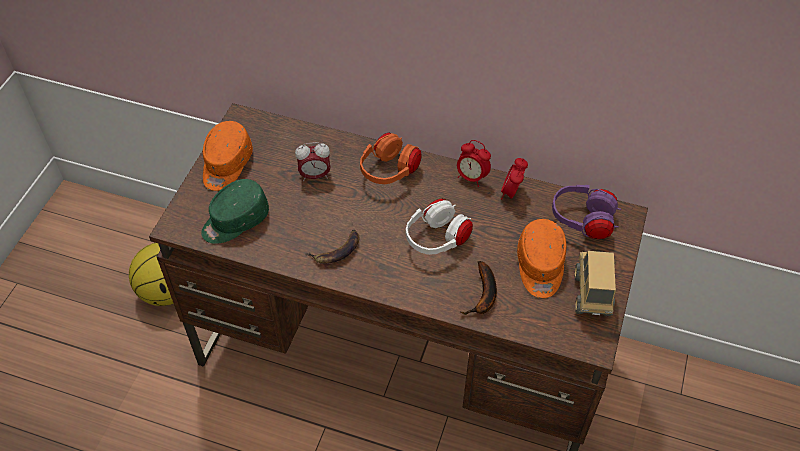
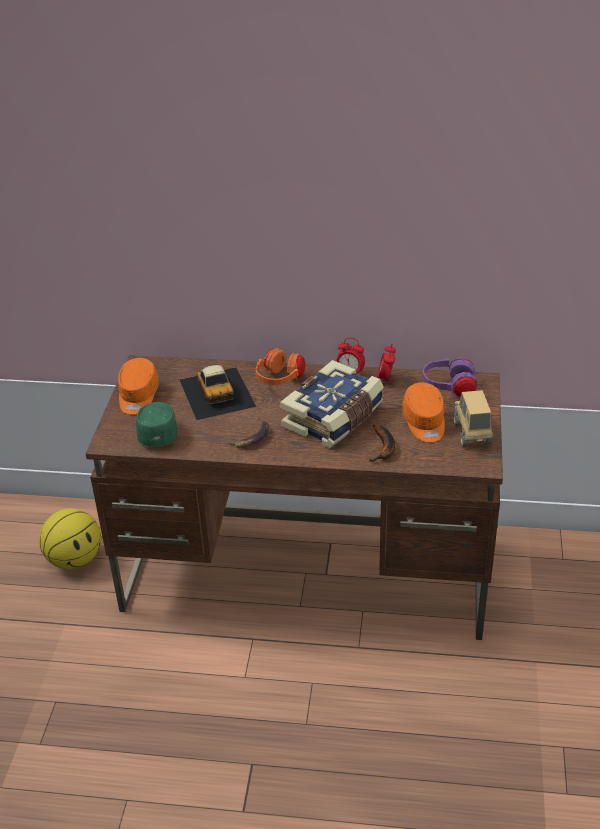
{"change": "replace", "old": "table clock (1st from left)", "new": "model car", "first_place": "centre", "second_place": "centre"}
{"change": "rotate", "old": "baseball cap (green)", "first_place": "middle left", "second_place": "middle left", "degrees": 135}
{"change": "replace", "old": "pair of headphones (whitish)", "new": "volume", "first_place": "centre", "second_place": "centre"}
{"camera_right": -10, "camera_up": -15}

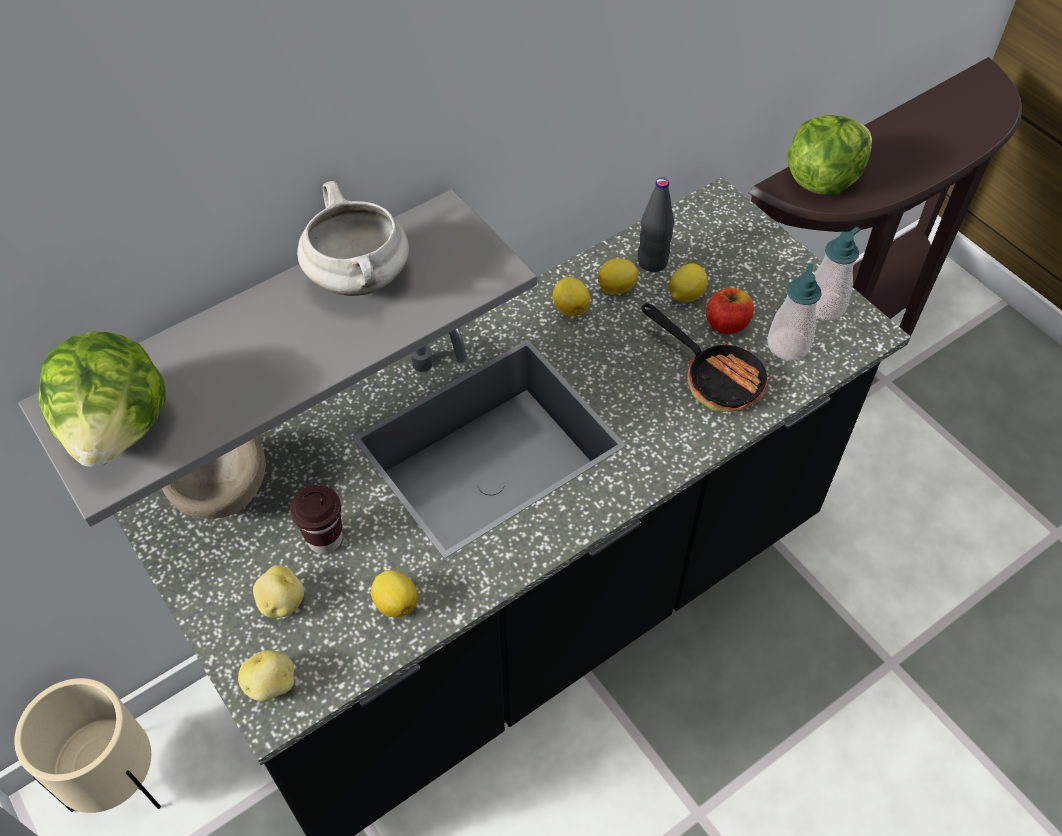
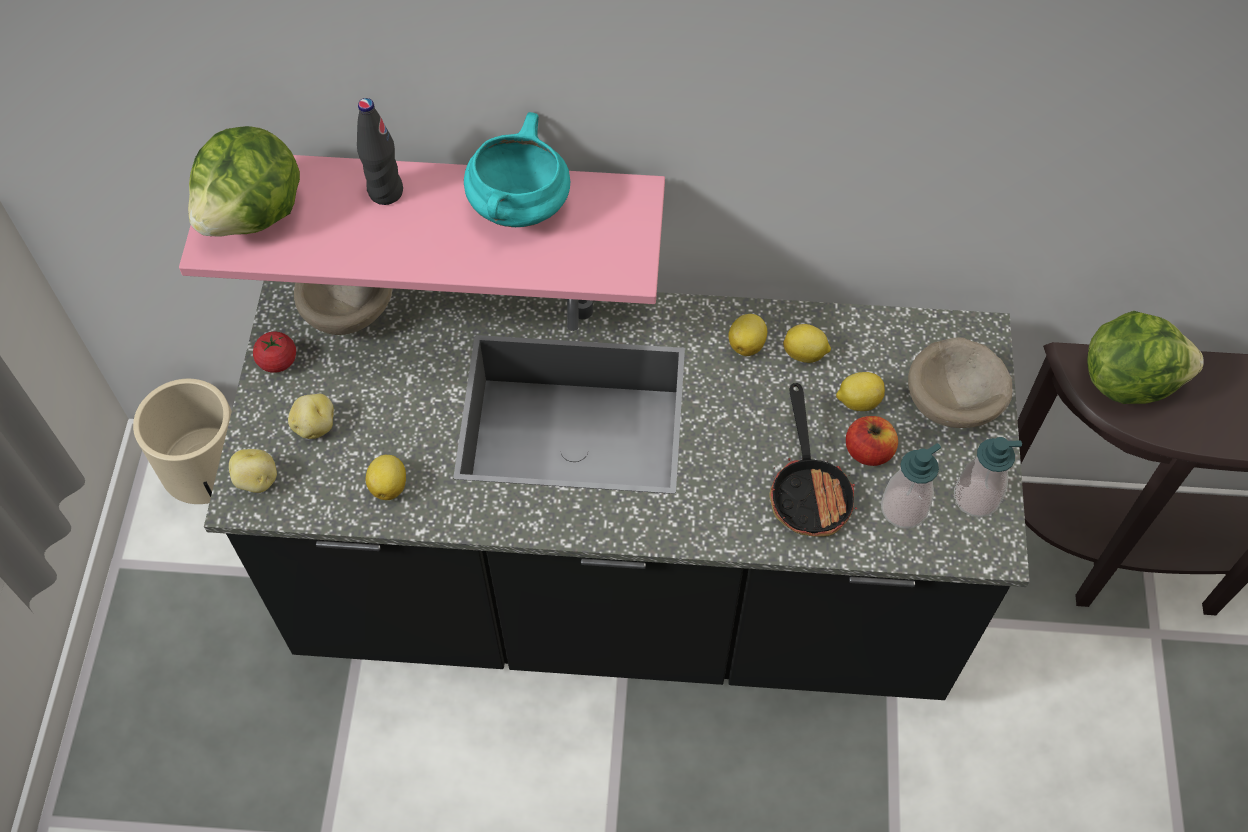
{"change": "move", "old": "bottle (black)", "first_place": "top centre", "second_place": "top left"}
{"change": "recolor", "old": "saucepot (whitish)", "new": "saucepot (blue-green)", "first_place": "top left", "second_place": "top centre"}
{"change": "recolor", "old": "bracket shelf (gray)", "new": "bracket shelf (pink-coloured)", "first_place": "middle left", "second_place": "top centre"}
{"change": "delete", "old": "drinking cup (brownish)", "first_place": "middle left"}
{"change": "insert", "new": "whole tomato", "second_place": "middle left"}
{"change": "insert", "new": "bowl (beige-coloured) (2nd from left)", "second_place": "middle right"}
{"camera_right": 40, "camera_up": 5}

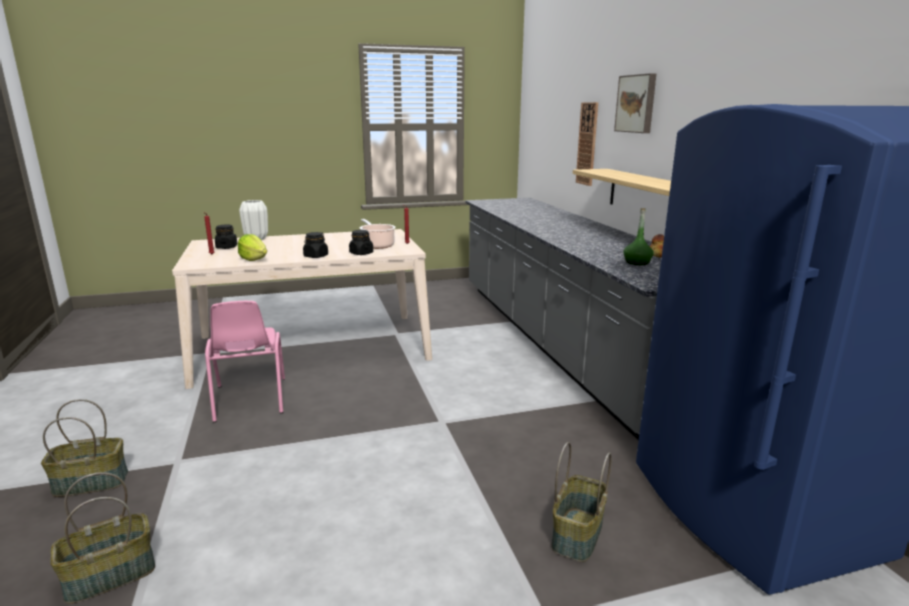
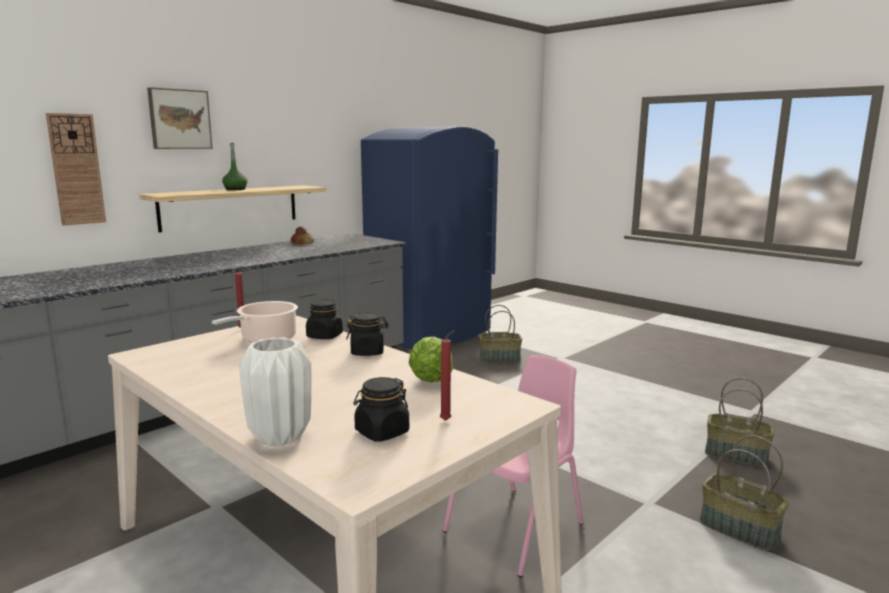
{"change": "move", "old": "bottle (green)", "first_place": "middle right", "second_place": "top left"}
{"camera_right": -120, "camera_up": -5}

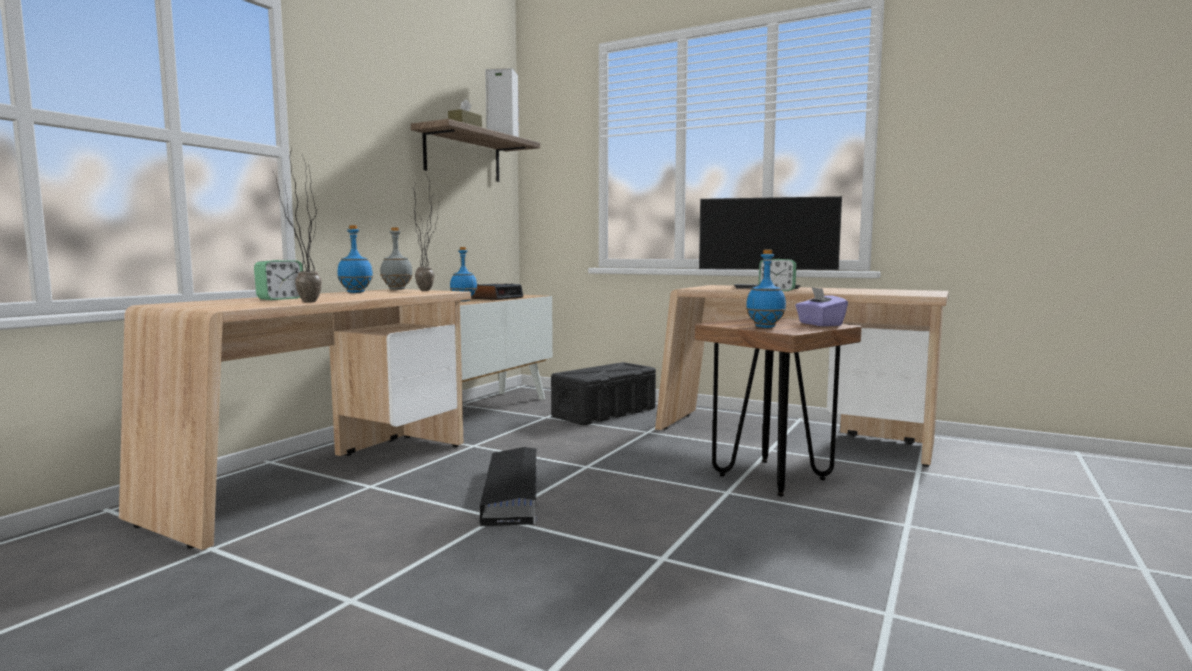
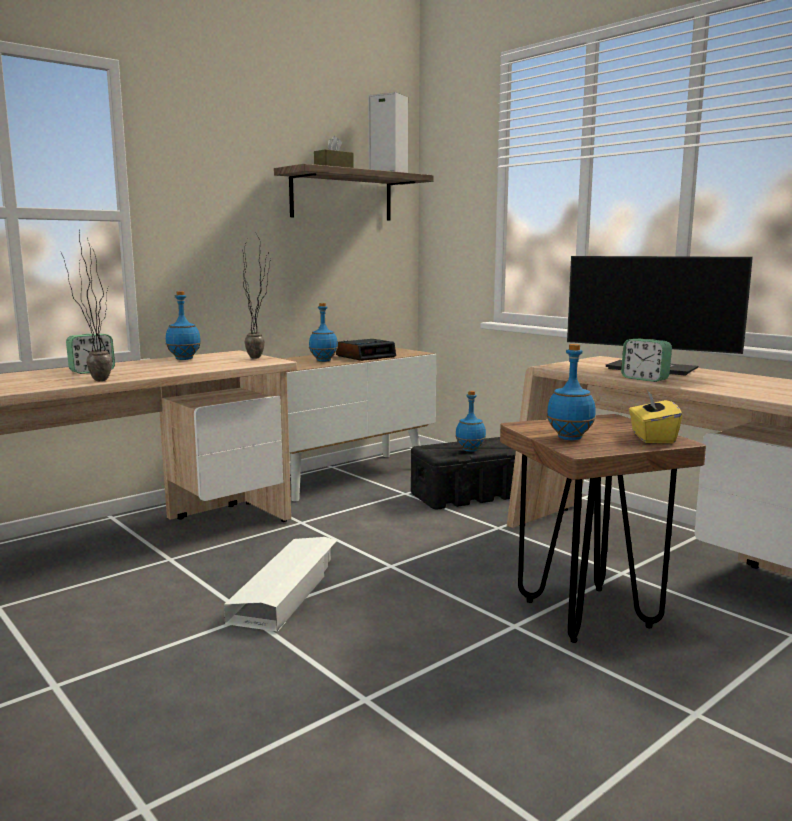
{"change": "delete", "old": "bottle (gray)", "first_place": "middle left"}
{"change": "recolor", "old": "box of tissues (purple-coloured)", "new": "box of tissues (yellow-coloured)", "first_place": "middle right", "second_place": "middle right"}
{"change": "recolor", "old": "storage bin (black) (1st from left)", "new": "storage bin (whitish)", "first_place": "bottom centre", "second_place": "bottom centre"}
{"change": "insert", "new": "bottle (bluish) (3rd from left)", "second_place": "centre"}
{"camera_right": 20, "camera_up": 5}

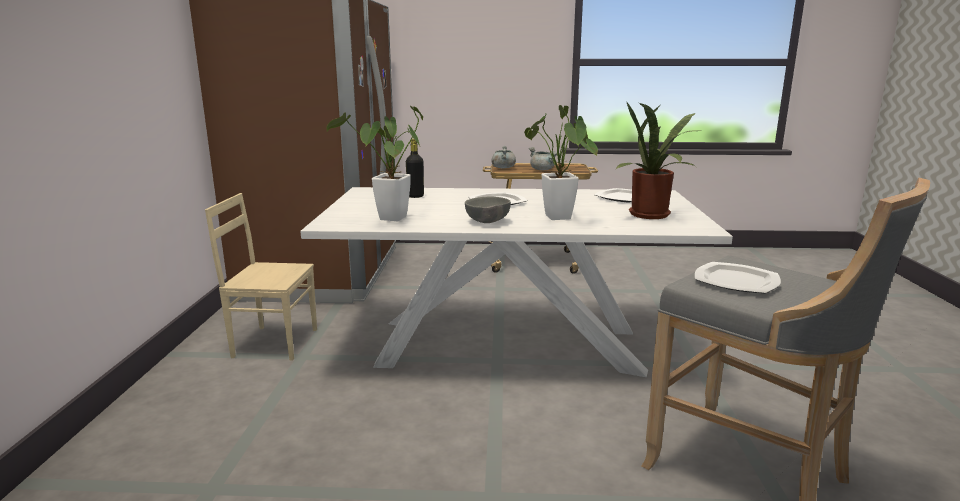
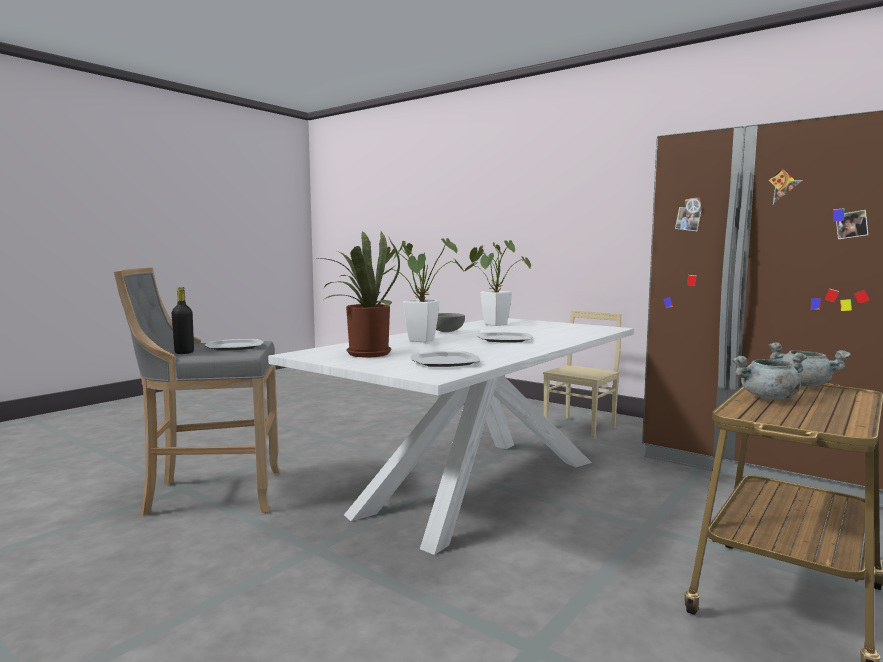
{"change": "move", "old": "bottle (black)", "first_place": "centre", "second_place": "middle left"}
{"camera_right": 125, "camera_up": -10}

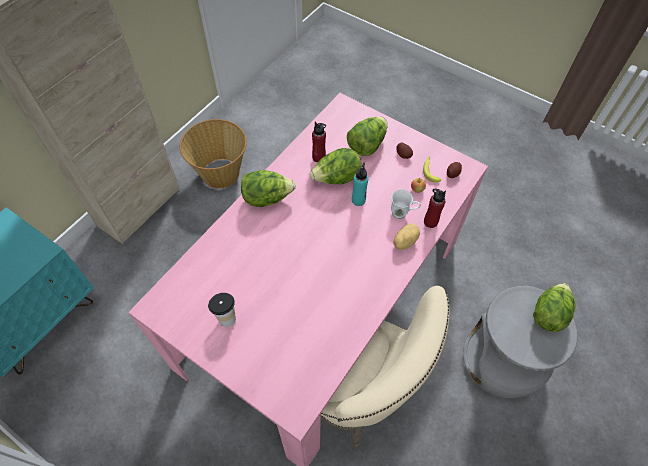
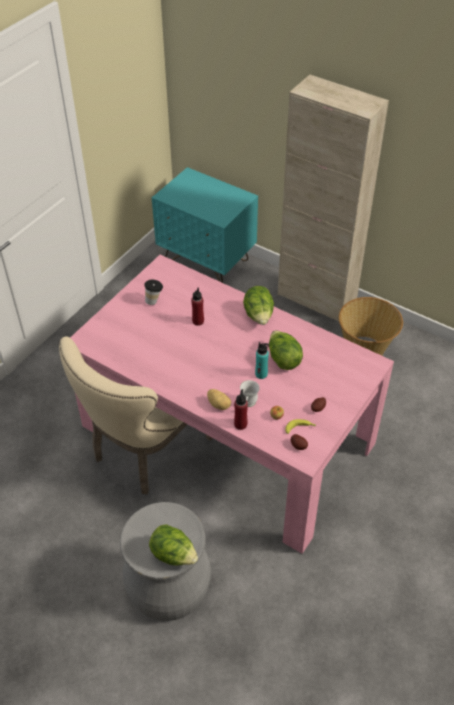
{"change": "delete", "old": "head of lettuce (3rd from left)", "first_place": "top centre"}
{"change": "move", "old": "bottle (red) (1st from left)", "first_place": "top centre", "second_place": "centre"}
{"camera_right": 90, "camera_up": -10}

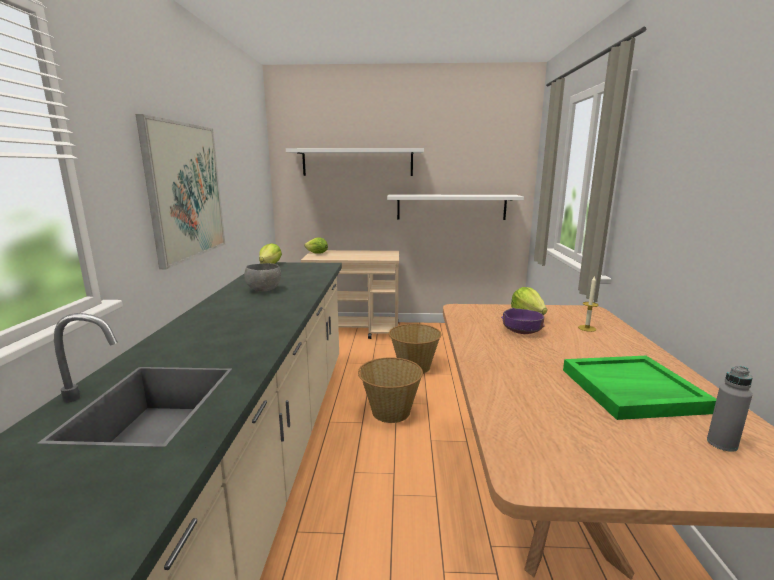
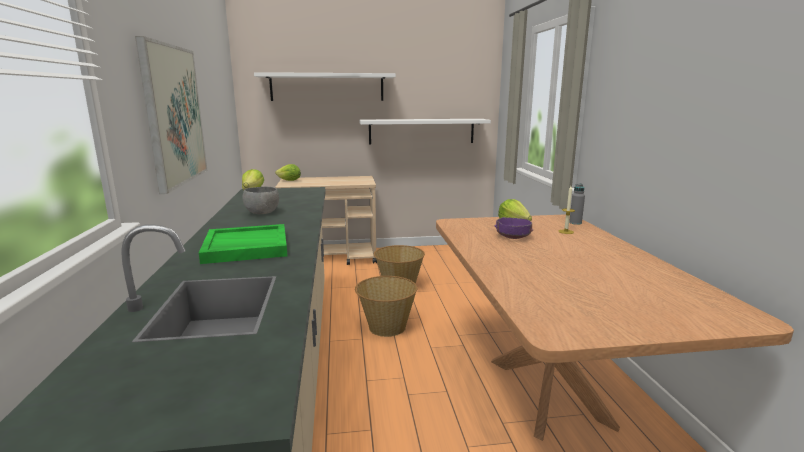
{"change": "move", "old": "serving tray (green)", "first_place": "bottom right", "second_place": "middle left"}
{"change": "move", "old": "bottle (gray)", "first_place": "bottom right", "second_place": "middle right"}
{"camera_right": -10, "camera_up": 0}

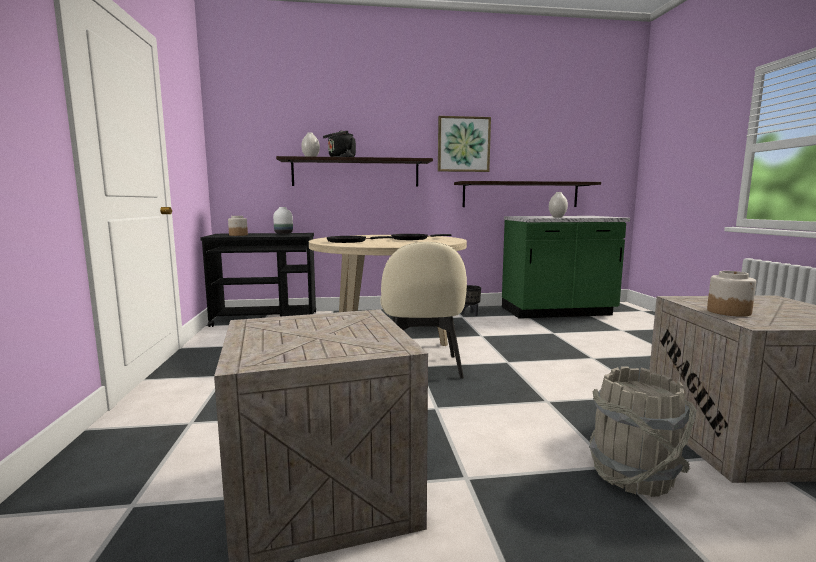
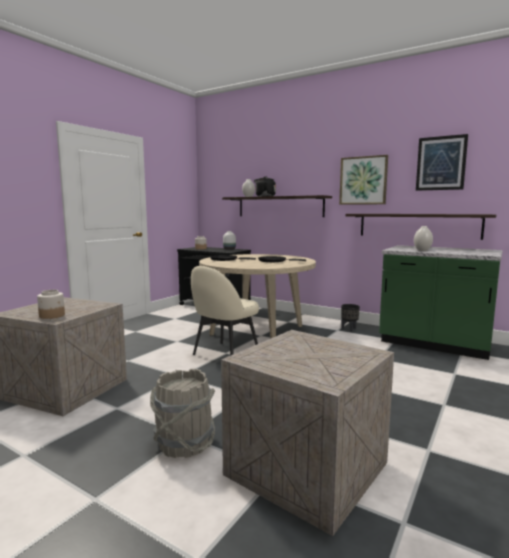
{"change": "move", "old": "storage jar (2nd from left in the first image)", "new": "storage jar (1st from left)", "first_place": "middle right", "second_place": "middle left"}
{"change": "insert", "new": "picture (2nd from left)", "second_place": "top right"}
{"camera_right": 40, "camera_up": 0}

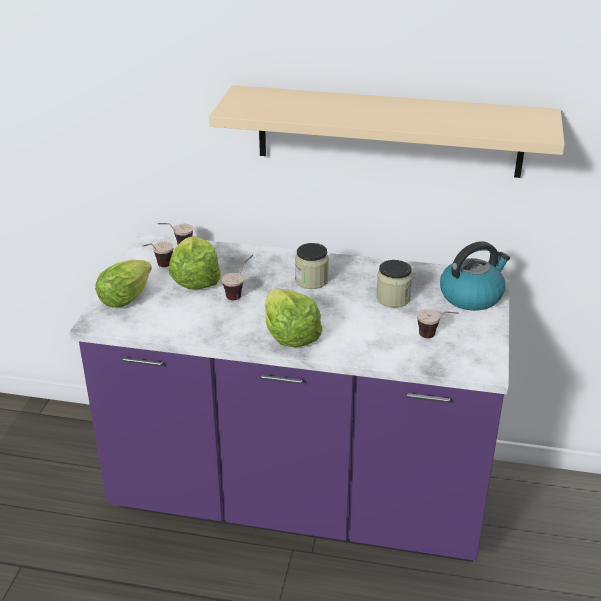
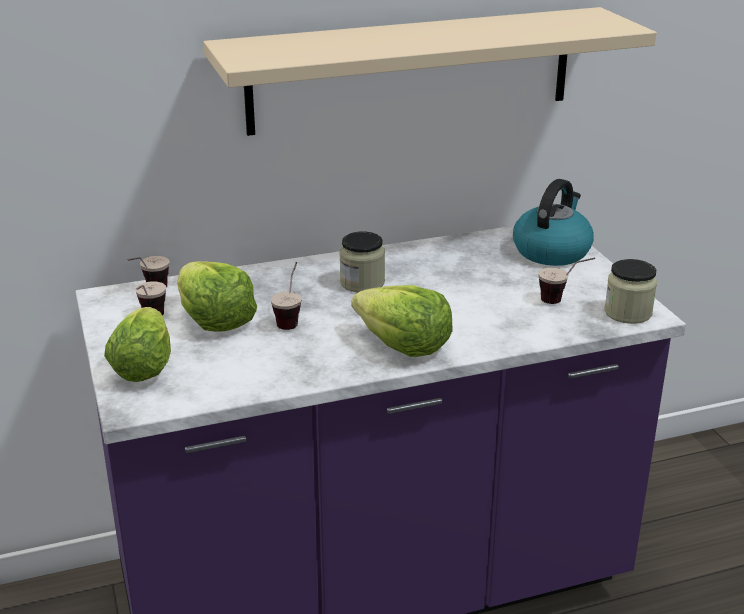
{"change": "move", "old": "storage jar (2nd from left)", "first_place": "centre", "second_place": "middle right"}
{"camera_right": -30, "camera_up": -5}

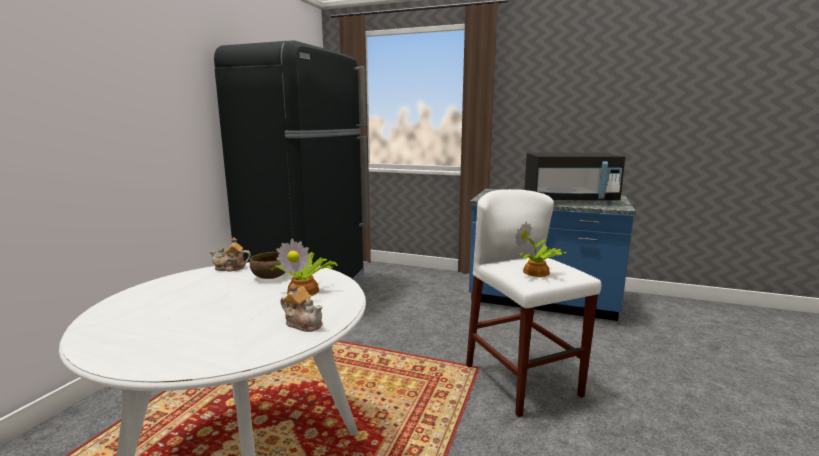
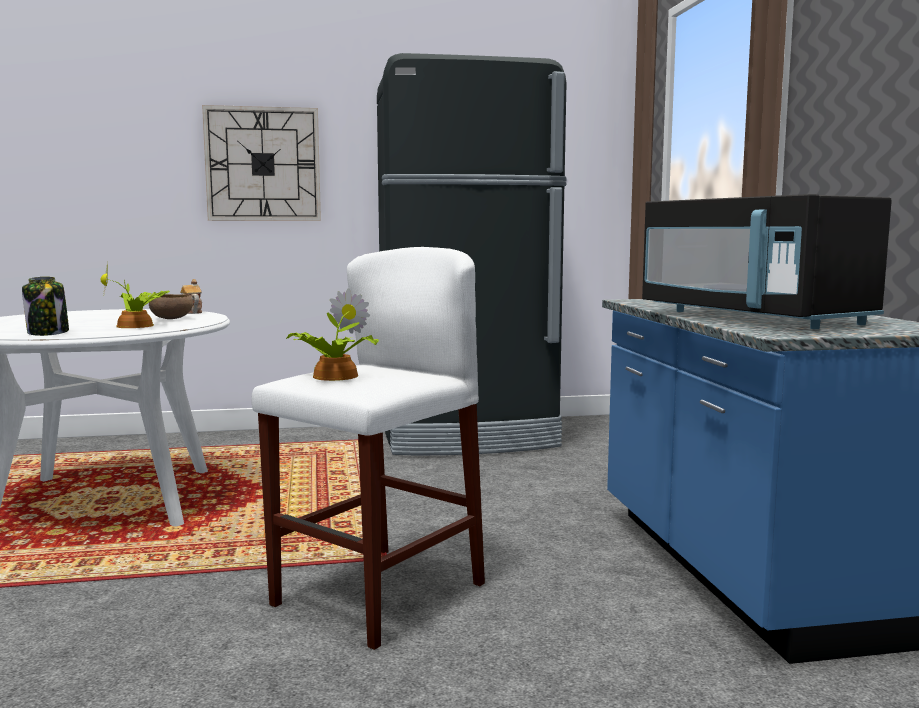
{"change": "replace", "old": "tea pot (2nd from left)", "new": "storage jar", "first_place": "bottom centre", "second_place": "middle left"}
{"change": "insert", "new": "clock on the wall", "second_place": "top left"}
{"camera_right": 60, "camera_up": -5}

